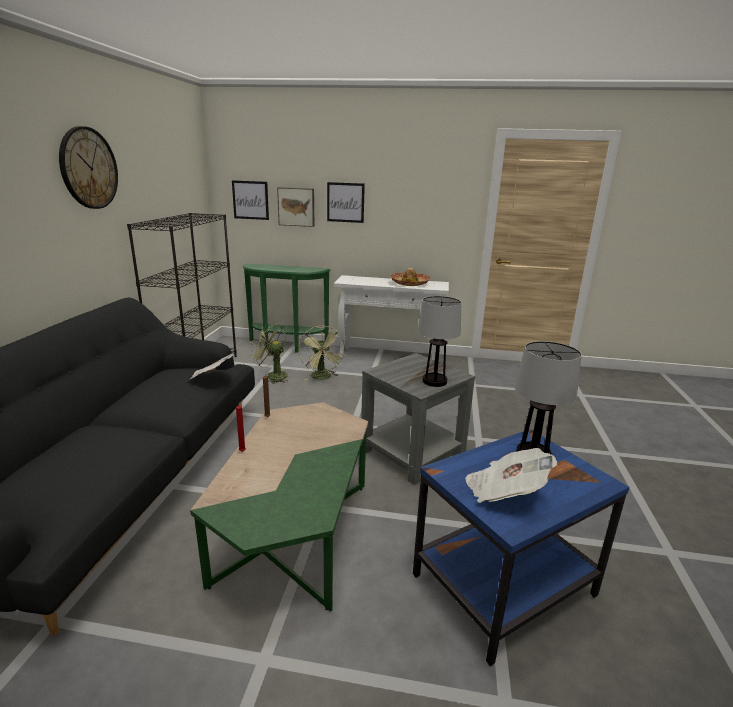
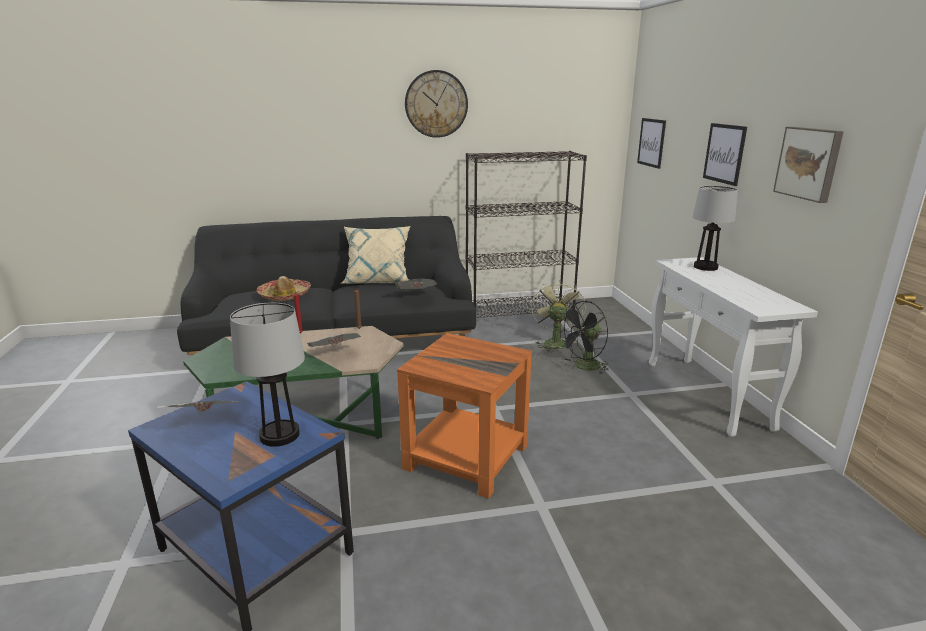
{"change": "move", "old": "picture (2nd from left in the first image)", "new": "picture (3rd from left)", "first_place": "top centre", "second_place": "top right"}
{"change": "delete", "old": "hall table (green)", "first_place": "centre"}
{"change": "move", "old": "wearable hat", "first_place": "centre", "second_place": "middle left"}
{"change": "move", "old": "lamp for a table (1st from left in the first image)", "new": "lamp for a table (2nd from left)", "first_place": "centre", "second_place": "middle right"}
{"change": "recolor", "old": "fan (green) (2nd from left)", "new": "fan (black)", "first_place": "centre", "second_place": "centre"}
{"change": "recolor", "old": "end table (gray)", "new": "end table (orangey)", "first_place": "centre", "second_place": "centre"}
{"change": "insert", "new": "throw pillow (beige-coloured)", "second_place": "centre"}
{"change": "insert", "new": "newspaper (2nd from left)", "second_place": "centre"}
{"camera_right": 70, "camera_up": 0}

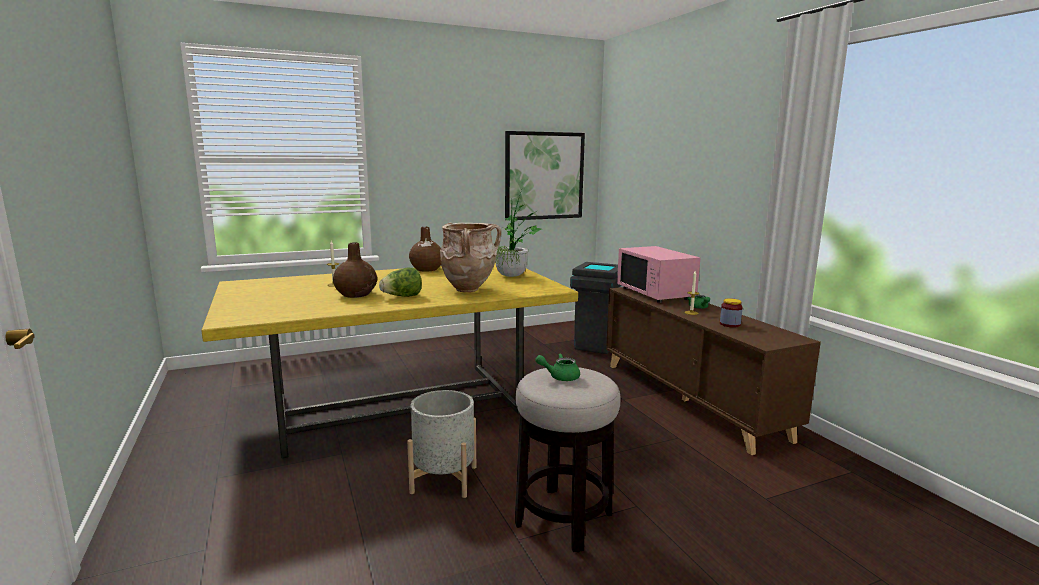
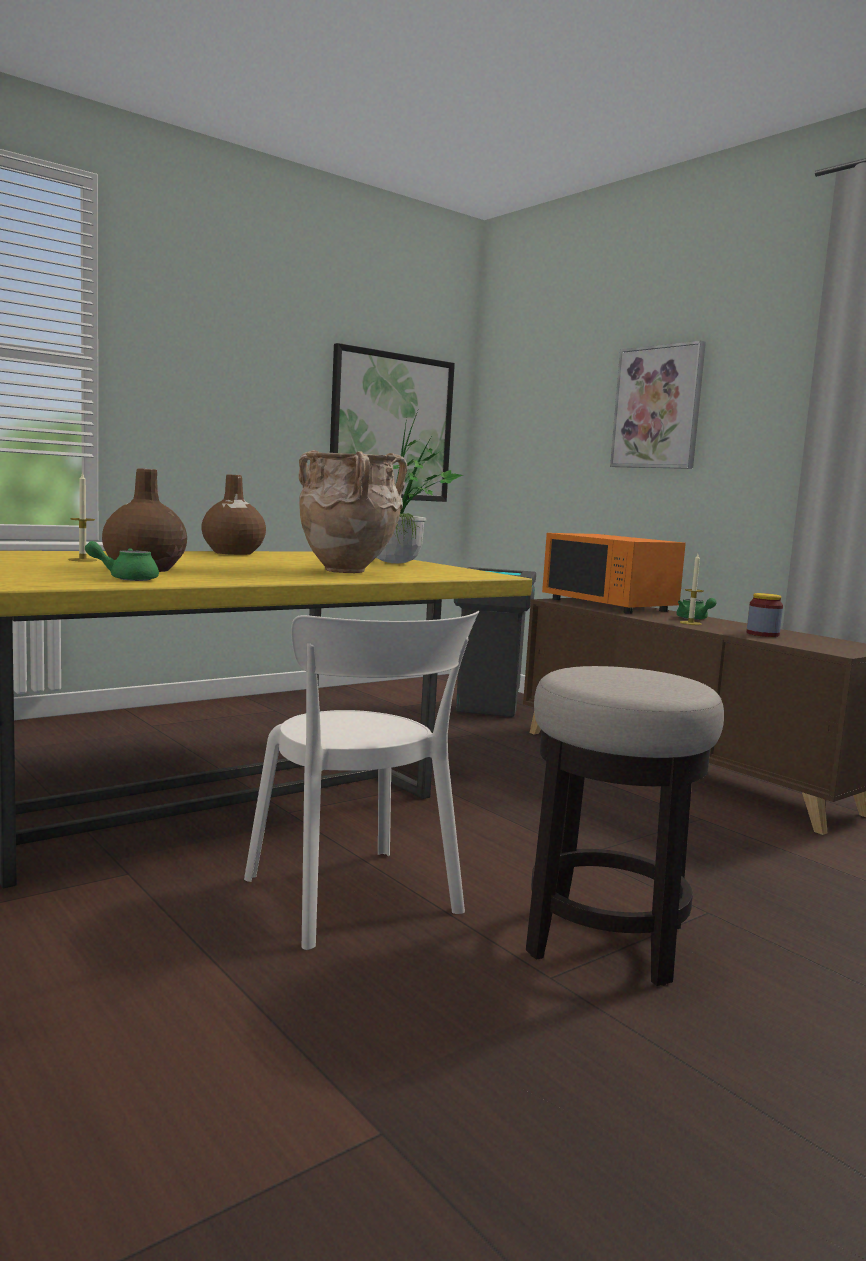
{"change": "recolor", "old": "kitchen microwave (pink-coloured)", "new": "kitchen microwave (orangey)", "first_place": "centre", "second_place": "middle right"}
{"change": "delete", "old": "head of lettuce", "first_place": "centre"}
{"change": "move", "old": "tea pot (green) (1st from left)", "first_place": "centre", "second_place": "middle left"}
{"change": "replace", "old": "plant pot (gray)", "new": "chair (whitish)", "first_place": "bottom centre", "second_place": "centre"}
{"change": "insert", "new": "picture (2nd from left)", "second_place": "top right"}
{"camera_right": -15, "camera_up": -5}

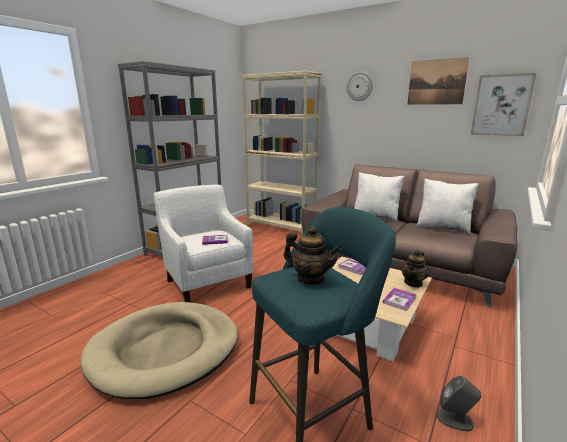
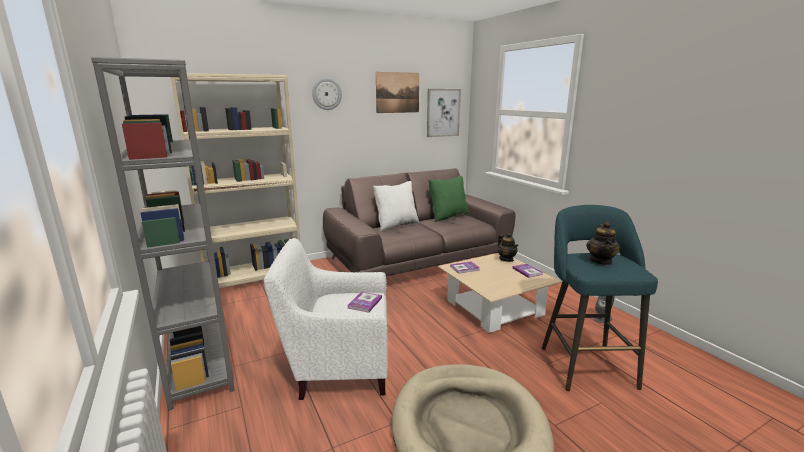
{"change": "recolor", "old": "throw pillow (whitish) (2nd from left)", "new": "throw pillow (green)", "first_place": "middle right", "second_place": "centre"}
{"change": "rotate", "old": "tea pot (1st from left in the first image)", "first_place": "centre", "second_place": "middle right", "degrees": 135}
{"camera_right": -60, "camera_up": 0}

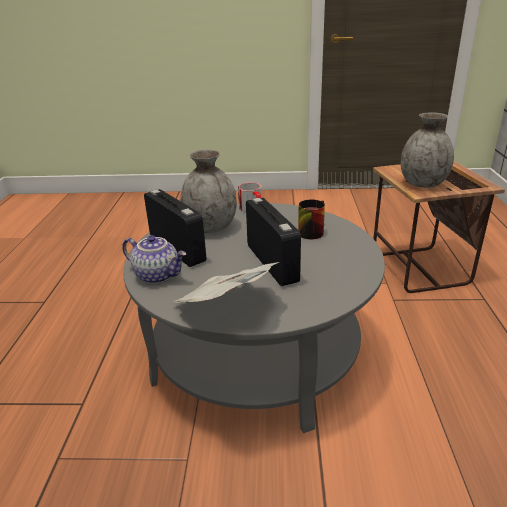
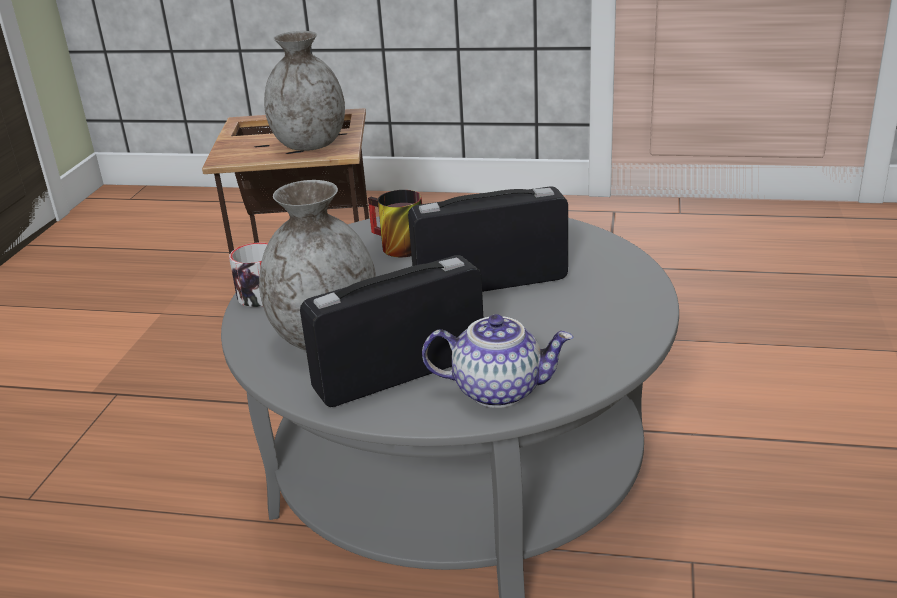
{"change": "rotate", "old": "tea pot", "first_place": "middle left", "second_place": "centre", "degrees": 60}
{"change": "delete", "old": "newspaper", "first_place": "centre"}
{"camera_right": -80, "camera_up": 0}

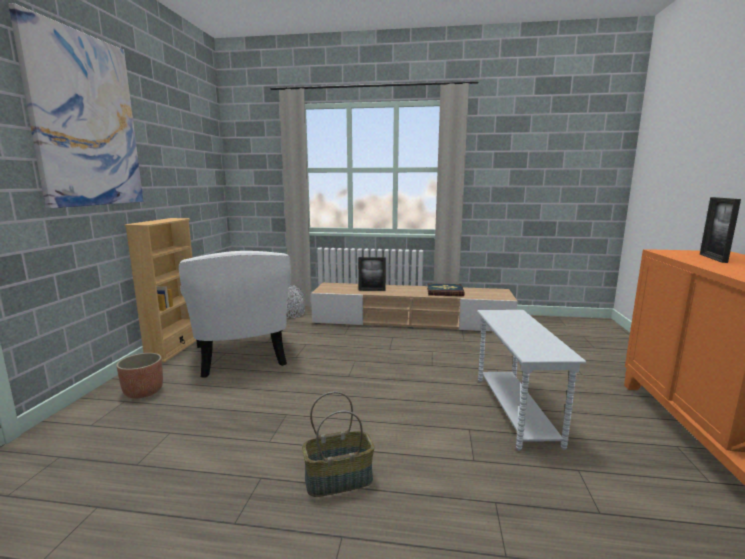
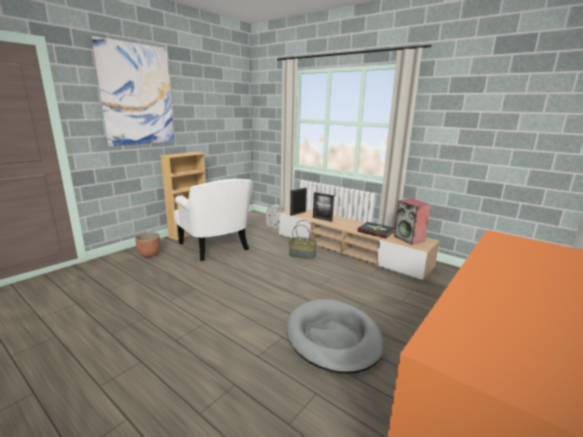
{"change": "move", "old": "standing frame (2nd from left in the first image)", "new": "standing frame (1st from left)", "first_place": "middle right", "second_place": "centre"}
{"change": "rotate", "old": "lounge chair (whitish)", "first_place": "middle left", "second_place": "centre", "degrees": -45}
{"change": "replace", "old": "end table (whitish)", "new": "dog cushion (gray)", "first_place": "bottom right", "second_place": "bottom centre"}
{"change": "move", "old": "household basket", "first_place": "bottom centre", "second_place": "centre"}
{"change": "insert", "new": "speaker", "second_place": "middle right"}
{"camera_right": 30, "camera_up": 5}

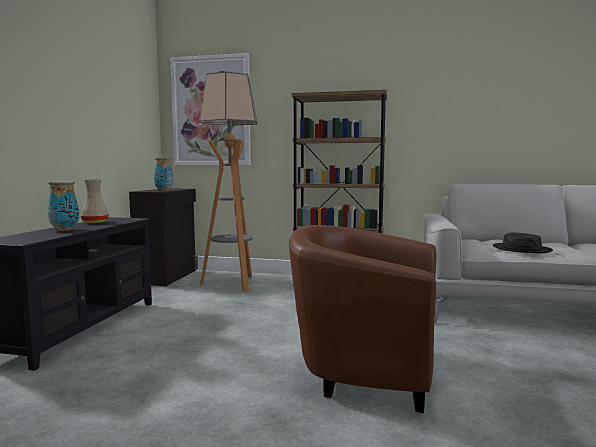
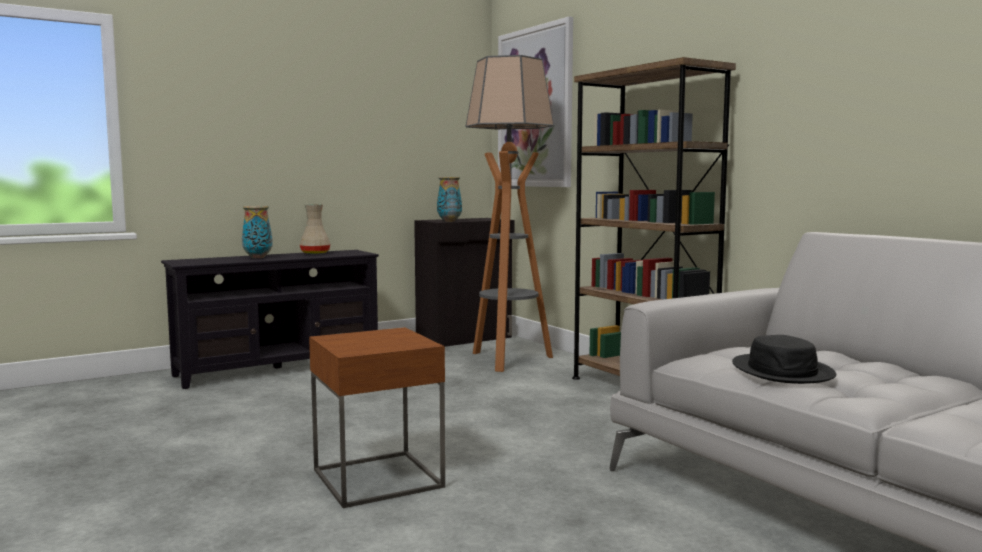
{"change": "replace", "old": "lounge chair (brownish)", "new": "end table (brownish)", "first_place": "bottom centre", "second_place": "bottom centre"}
{"camera_right": 45, "camera_up": 0}

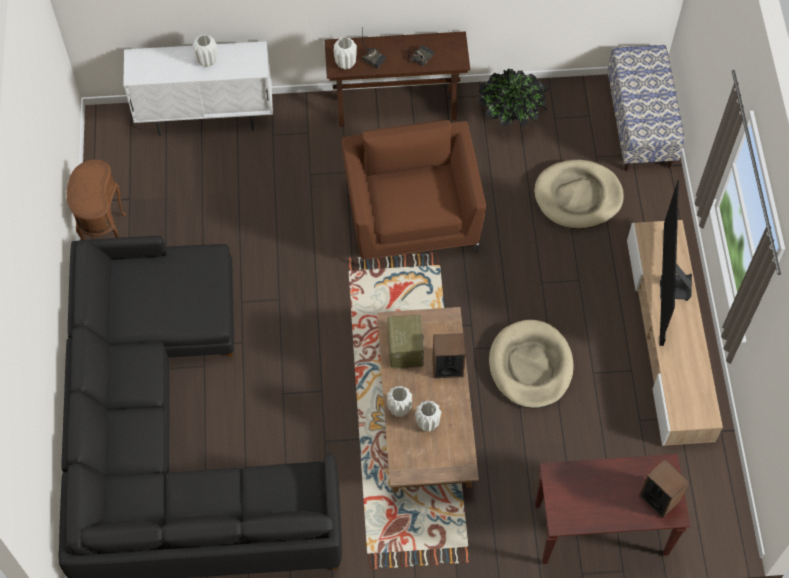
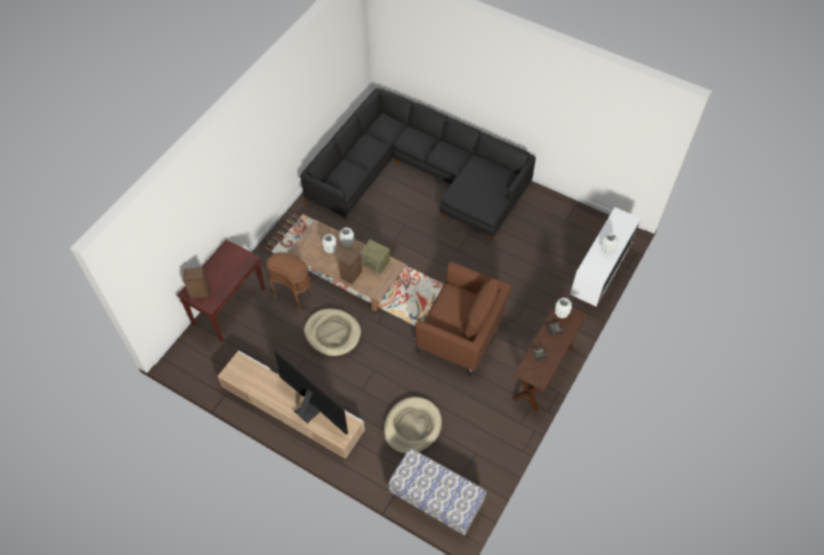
{"change": "delete", "old": "houseplant", "first_place": "top centre"}
{"change": "move", "old": "end table (brownish)", "first_place": "middle left", "second_place": "centre"}
{"camera_right": 125, "camera_up": -5}

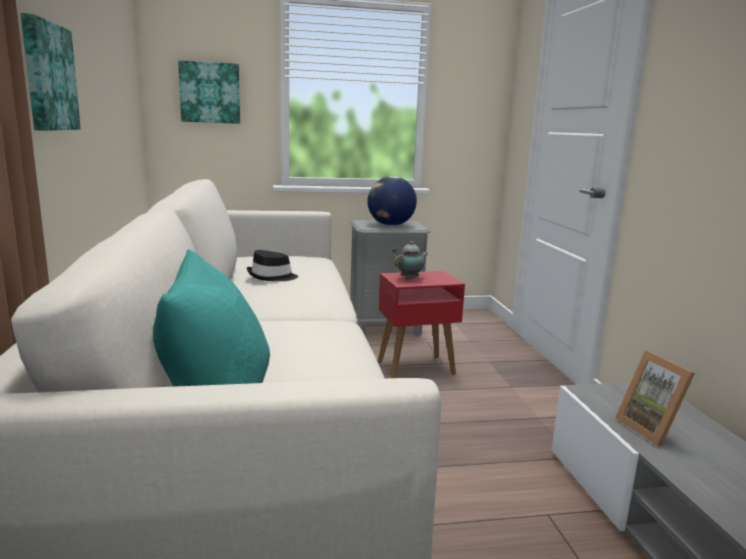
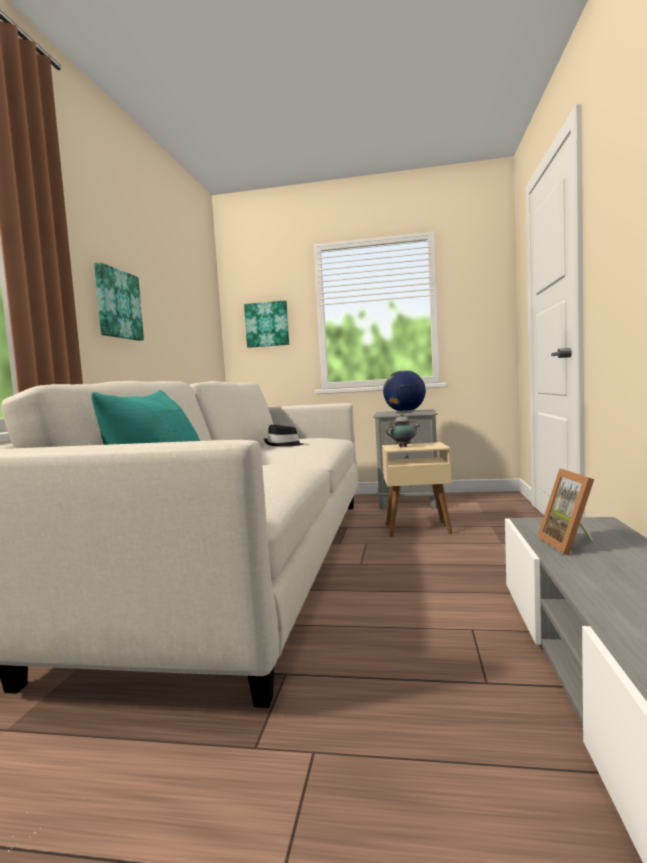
{"change": "recolor", "old": "end table (red)", "new": "end table (beige-coloured)", "first_place": "centre", "second_place": "centre"}
{"camera_right": 20, "camera_up": -10}

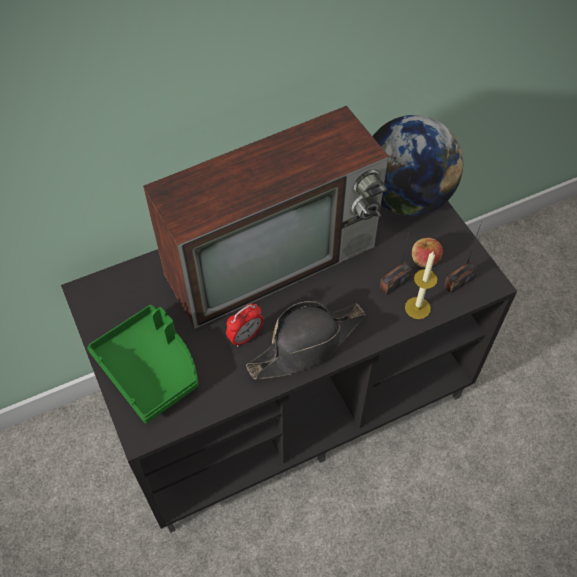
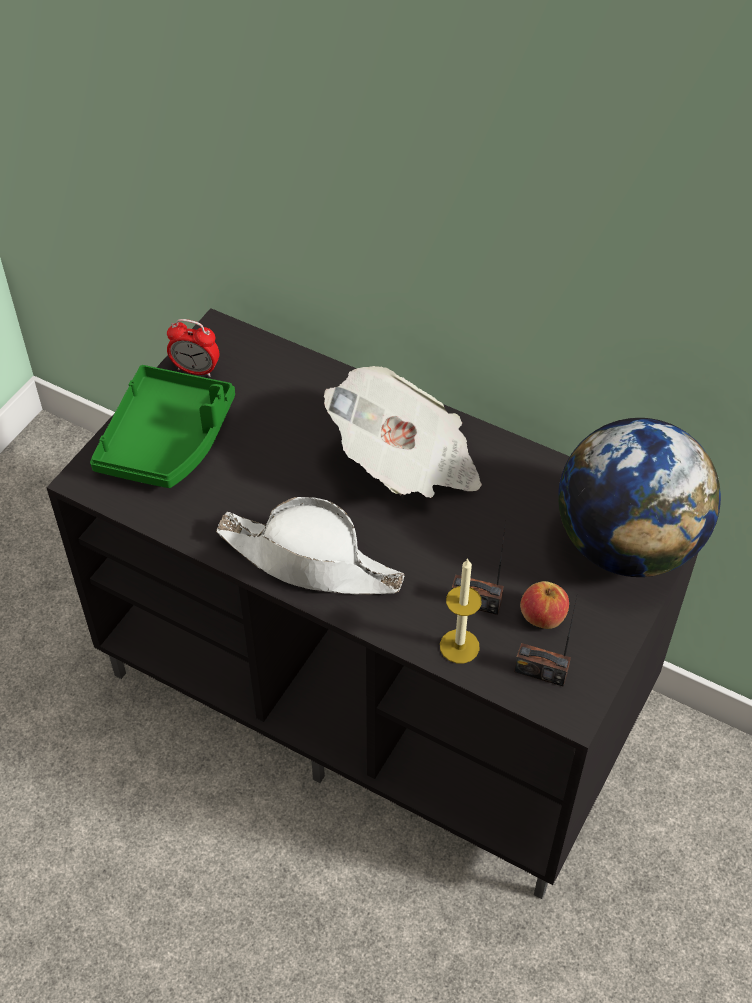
{"change": "replace", "old": "television", "new": "newspaper", "first_place": "centre", "second_place": "centre"}
{"change": "recolor", "old": "wearable hat (black)", "new": "wearable hat (whitish)", "first_place": "centre", "second_place": "centre"}
{"change": "move", "old": "table clock", "first_place": "centre", "second_place": "middle left"}
{"camera_right": 55, "camera_up": -5}

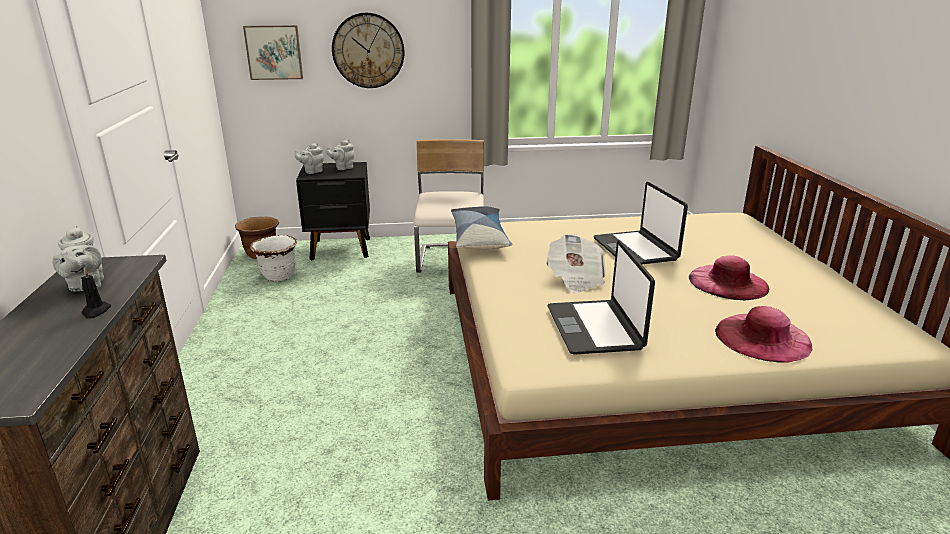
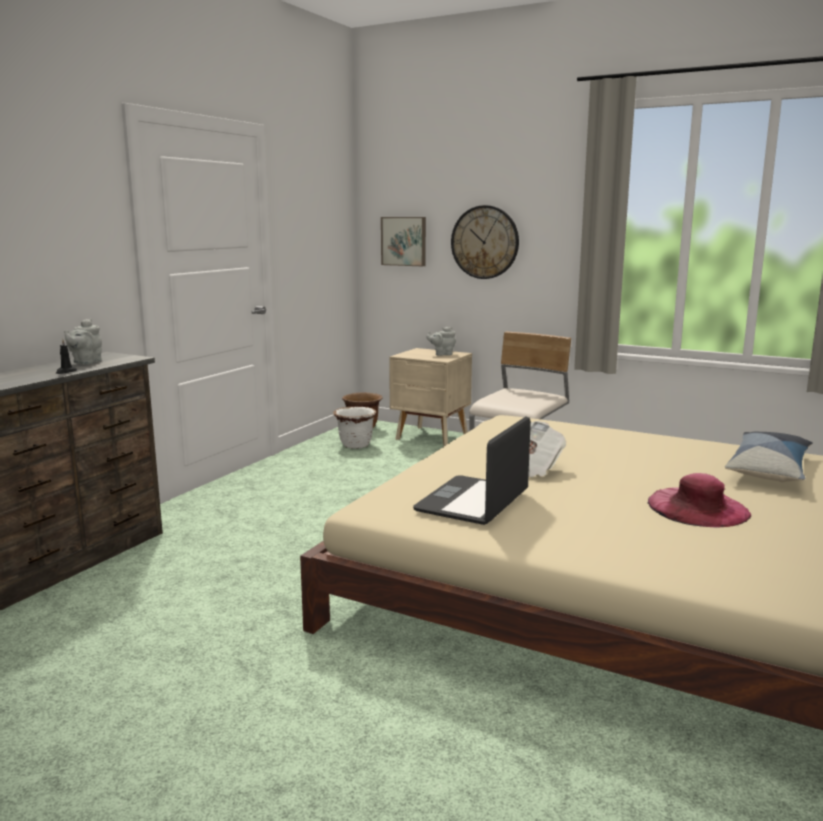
{"change": "delete", "old": "tea pot (gray) (2nd from left)", "first_place": "top left"}
{"change": "recolor", "old": "bedside table (black)", "new": "bedside table (beige-coloured)", "first_place": "centre", "second_place": "centre"}
{"change": "delete", "old": "notebook computer (2nd from left)", "first_place": "middle right"}
{"change": "move", "old": "throw pillow", "first_place": "centre", "second_place": "middle right"}
{"change": "delete", "old": "wearable hat (pink-coloured) (2nd from left)", "first_place": "middle right"}
{"camera_right": 35, "camera_up": -10}

